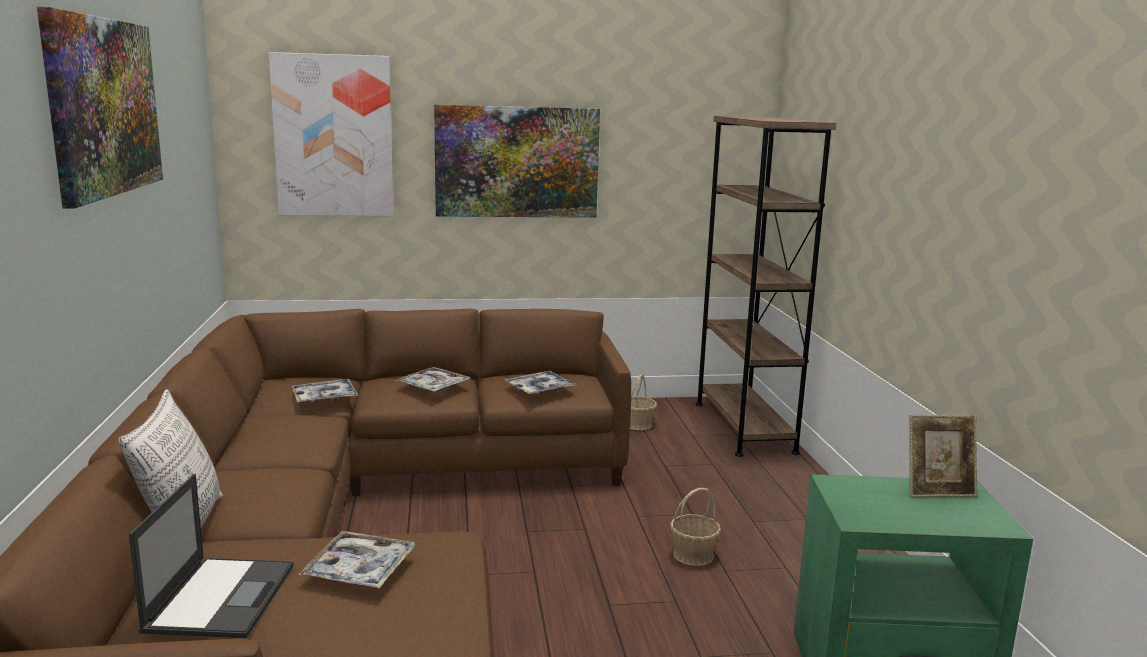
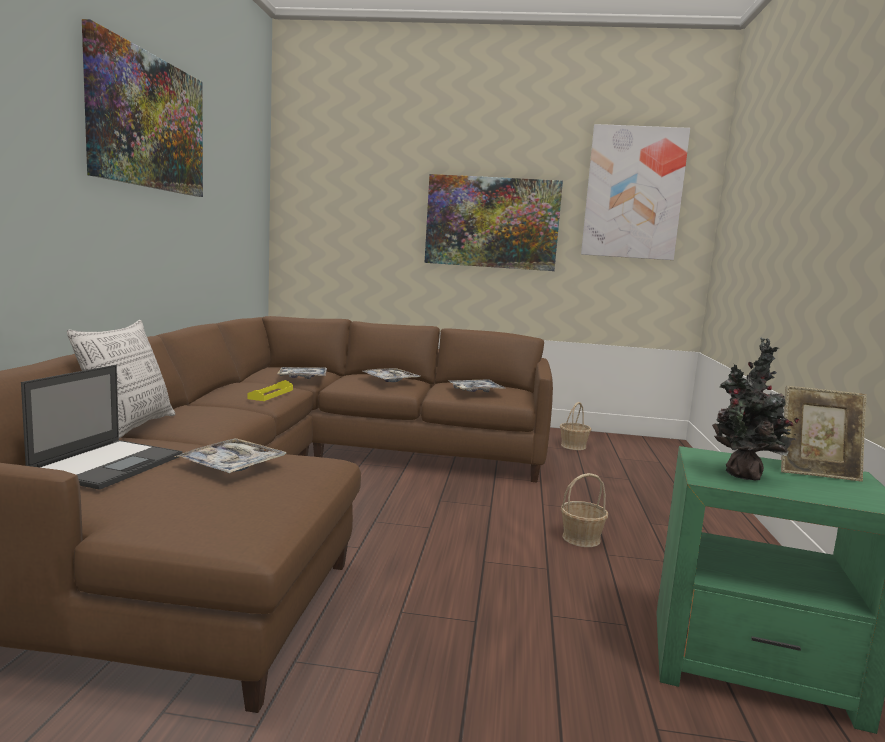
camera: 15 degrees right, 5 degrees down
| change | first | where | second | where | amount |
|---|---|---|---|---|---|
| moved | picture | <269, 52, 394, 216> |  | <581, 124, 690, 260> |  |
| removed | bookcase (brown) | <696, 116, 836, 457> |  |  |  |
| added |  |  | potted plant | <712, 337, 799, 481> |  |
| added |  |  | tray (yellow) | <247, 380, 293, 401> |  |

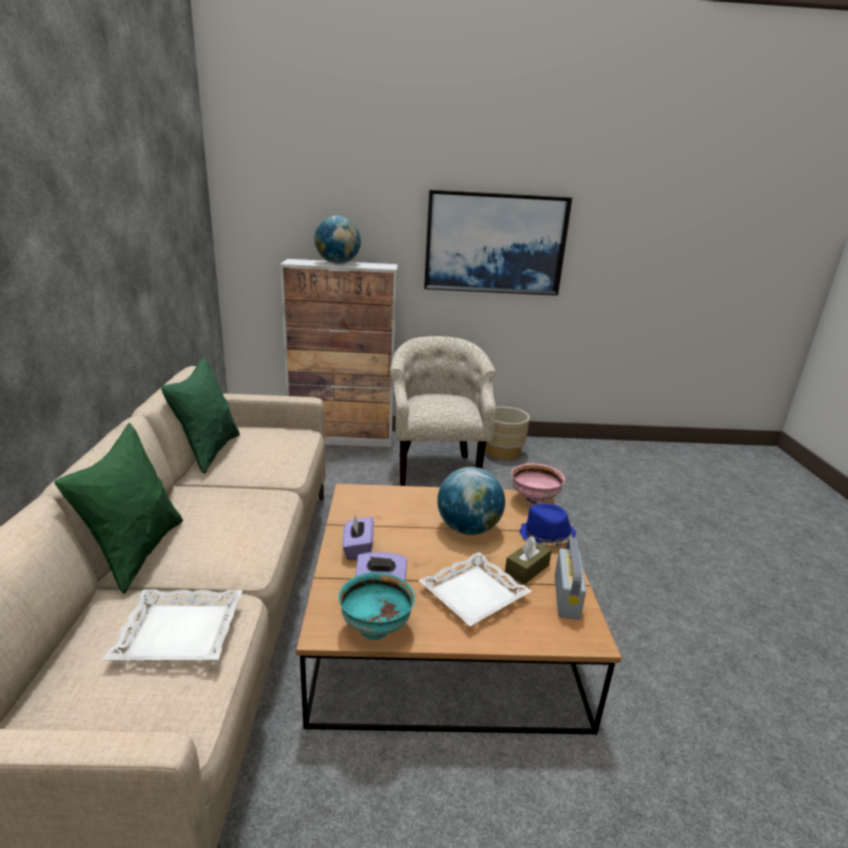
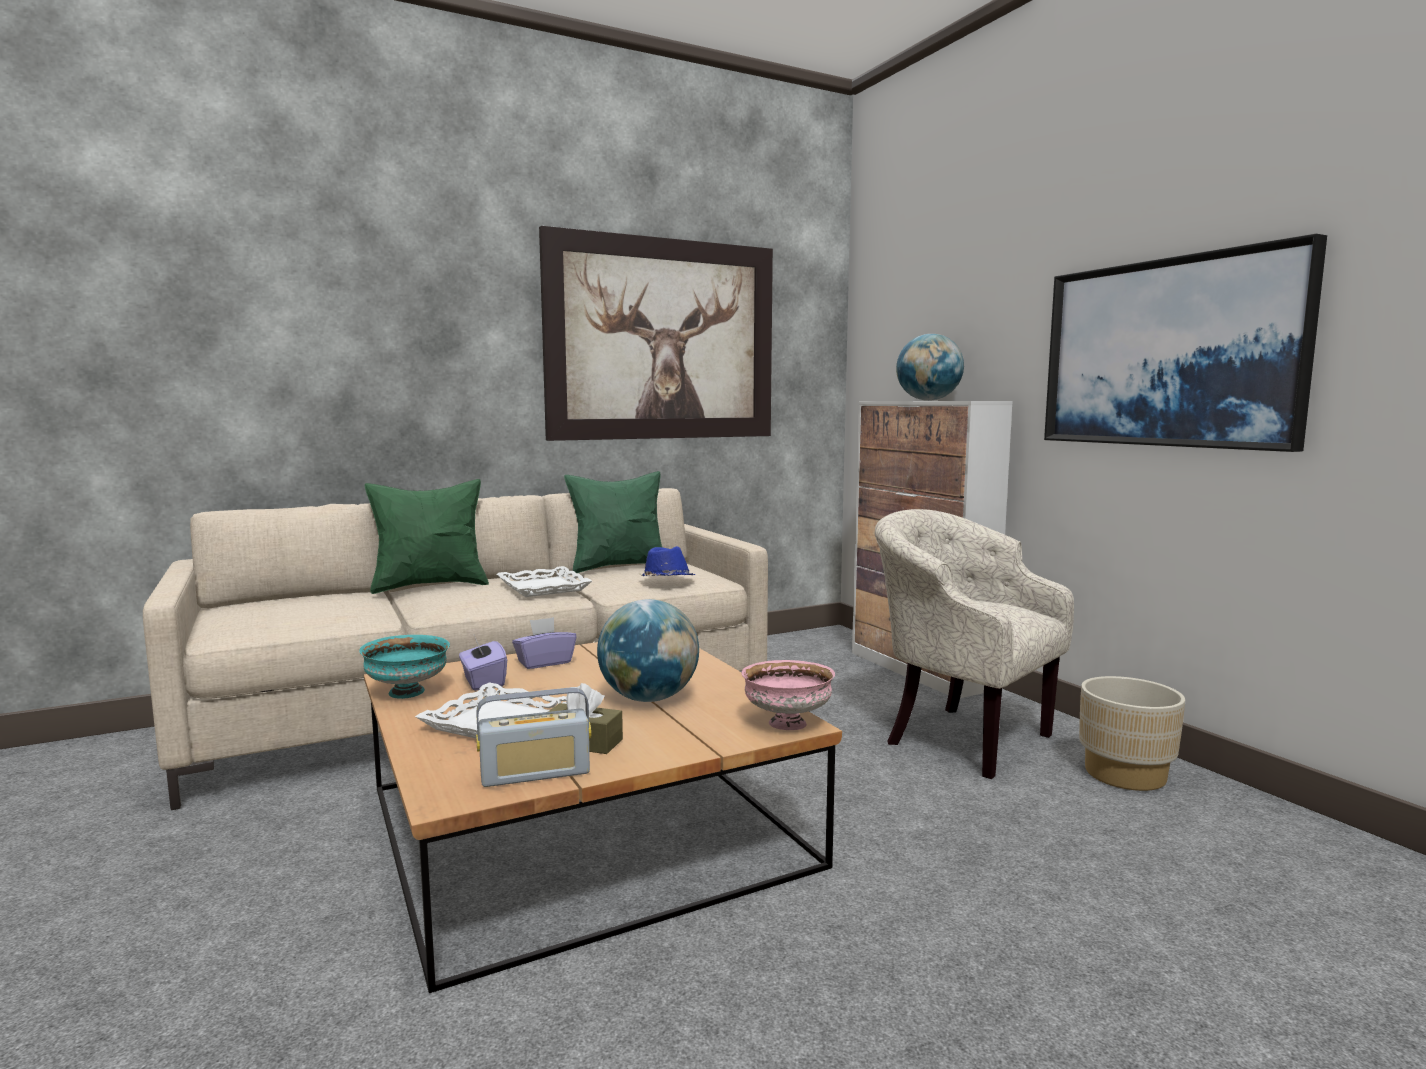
camera: 65 degrees right, 15 degrees down
| change | first | where | second | where | amount |
|---|---|---|---|---|---|
| turned | armchair (beige) | <390, 336, 497, 486> |  | <874, 509, 1074, 779> | 105 degrees counterclockwise |
| moved | hat (blue) | <519, 503, 576, 545> |  | <638, 546, 696, 576> |  |
| moved | tray (white) | <102, 590, 243, 662> |  | <497, 566, 592, 597> |  |
| added |  |  | picture | <539, 226, 773, 441> |  |

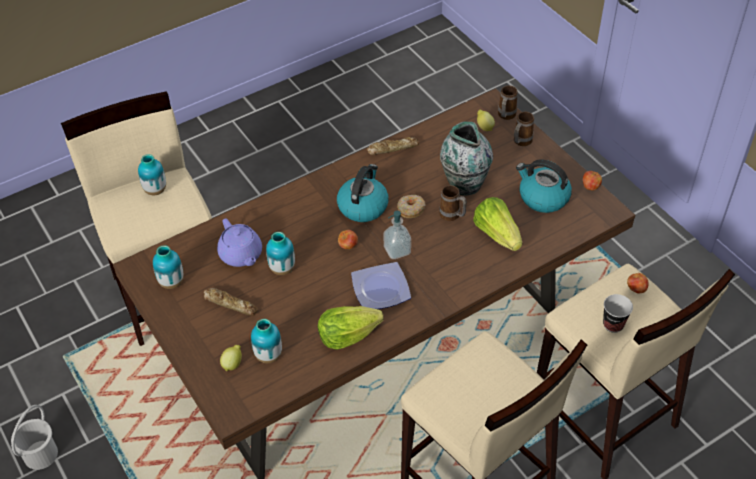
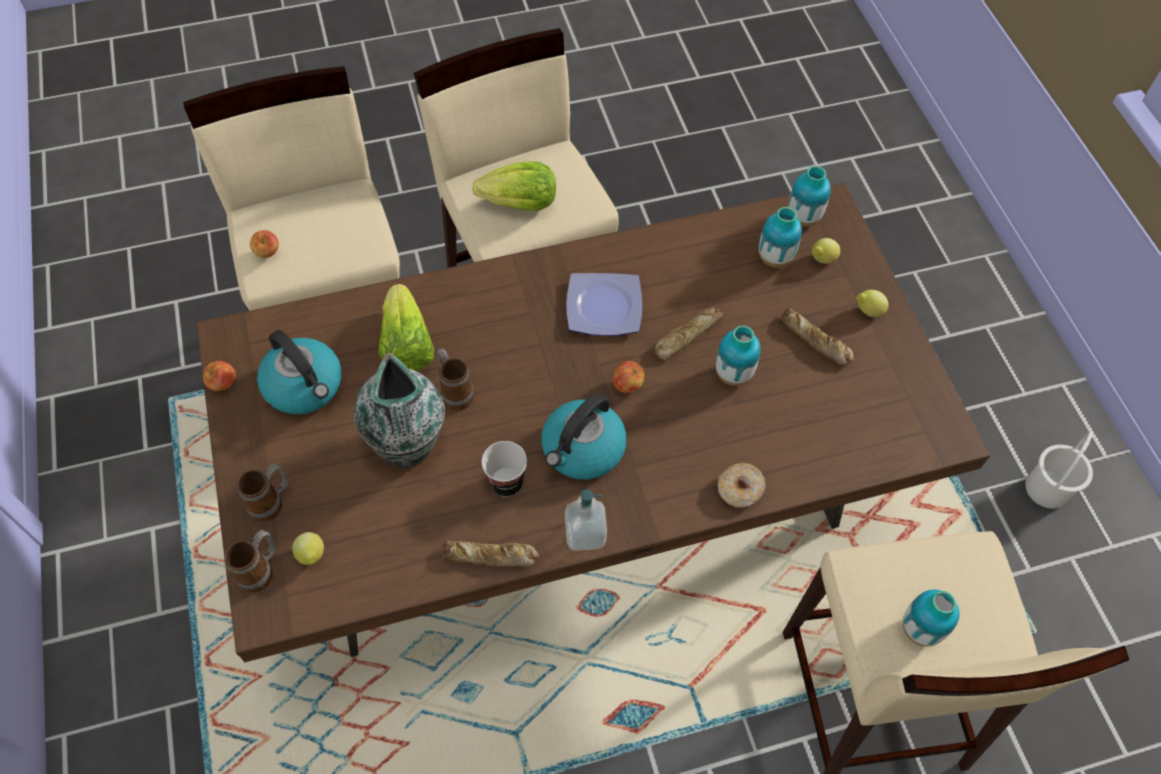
camera: 165 degrees left, 10 degrees up
| change | first | where | second | where | amount |
|---|---|---|---|---|---|
| moved | donut | <397, 195, 425, 218> |  | <718, 463, 766, 508> |  |
| moved | soap dispenser | <384, 211, 411, 259> |  | <565, 489, 607, 551> |  |
| removed | teapot (purple) | <217, 218, 262, 267> |  |  |  |
| moved | vase | <153, 245, 184, 289> |  | <788, 166, 831, 227> |  |
| moved | cup | <603, 294, 633, 333> |  | <482, 441, 527, 497> |  |
| moved | lettuce | <318, 306, 384, 350> |  | <472, 161, 556, 211> |  |
| added |  |  | lemon | <856, 290, 889, 317> |  |
| added |  |  | bread | <655, 307, 724, 360> |  |

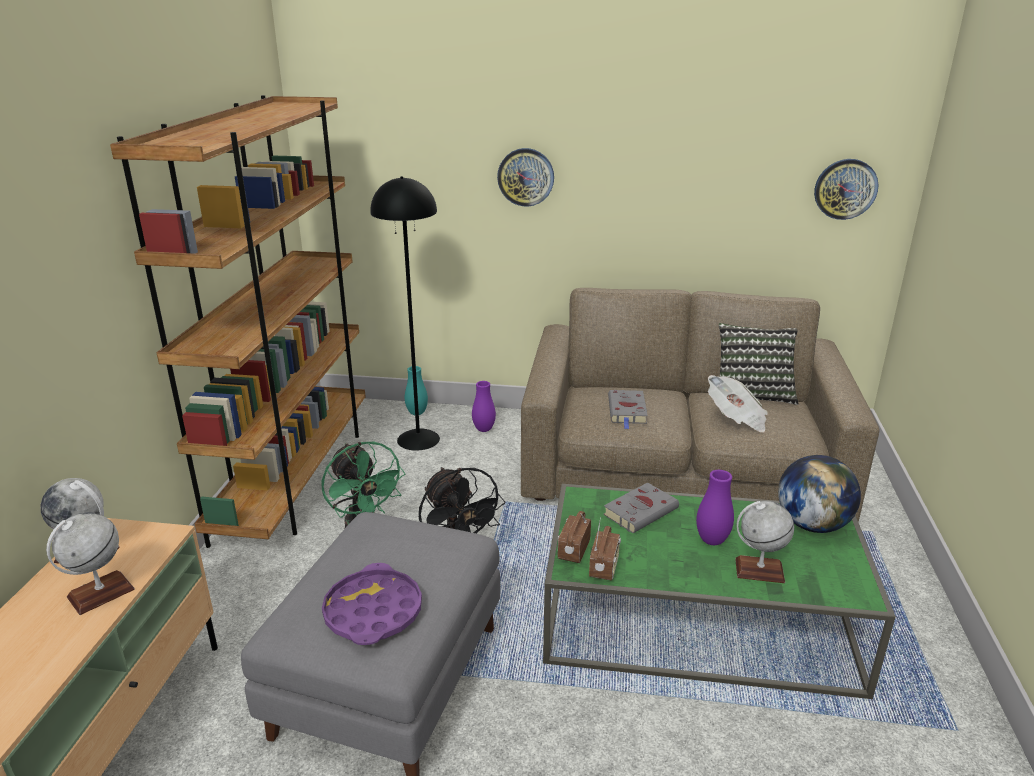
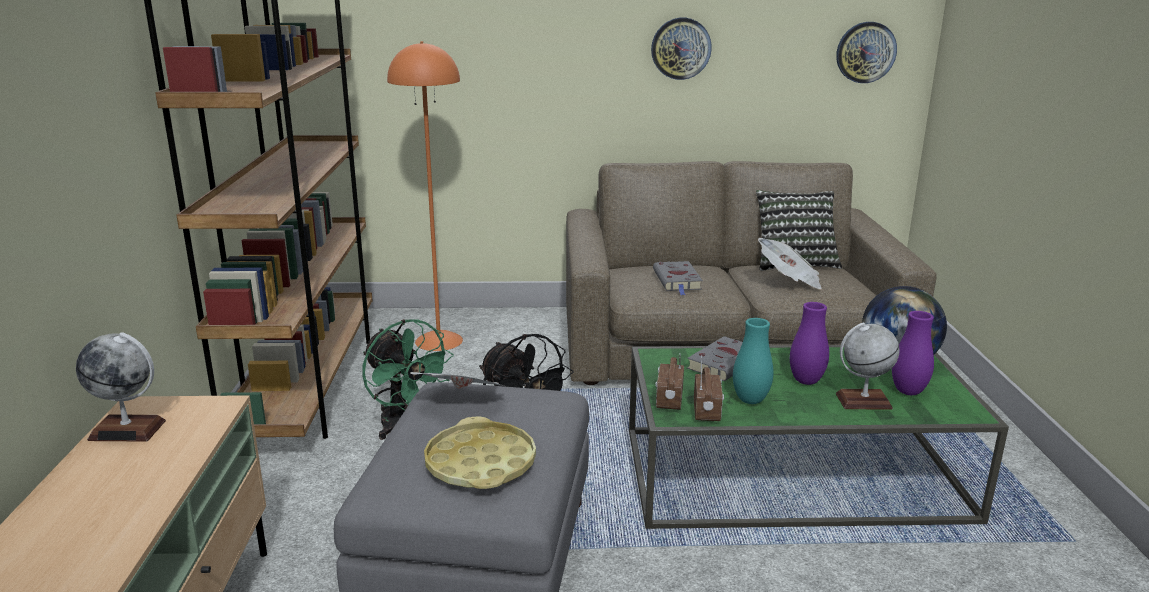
camera: 10 degrees left, 5 degrees down
| change | first | where | second | where | amount |
|---|---|---|---|---|---|
| moved | wall clock | <497, 148, 554, 206> |  | <651, 18, 712, 80> |  |
| recoloured | floor lamp (black) | <370, 176, 440, 451> | floor lamp (orange) | <387, 41, 463, 351> |  |
| moved | vase (turquoise) | <405, 366, 428, 415> |  | <733, 318, 773, 404> |  |
| moved | vase (purple) | <472, 381, 496, 432> |  | <892, 311, 934, 395> |  |
| removed | globe | <46, 512, 135, 615> |  |  |  |
| recoloured | tray (purple) | <322, 563, 422, 645> | tray (yellow) | <424, 416, 536, 489> |  |
| added |  |  | newspaper | <410, 372, 504, 389> |  |

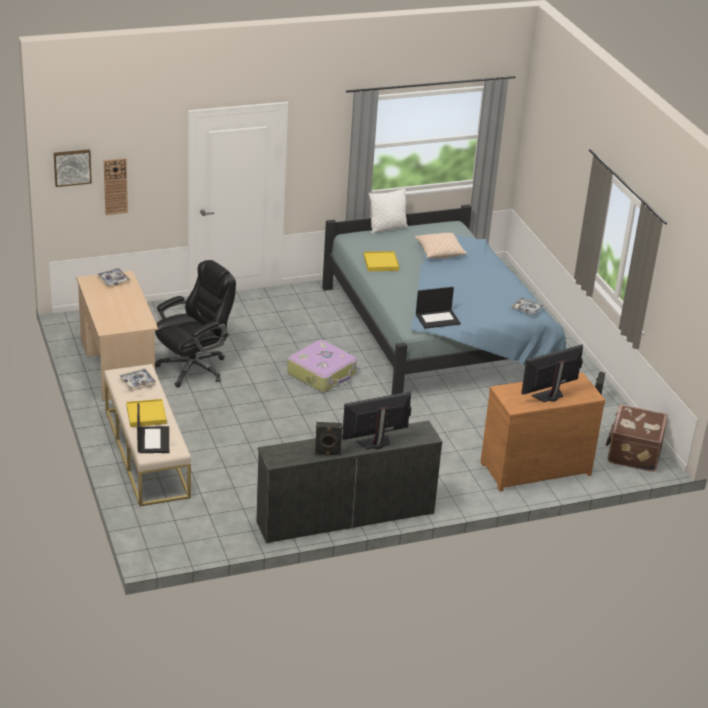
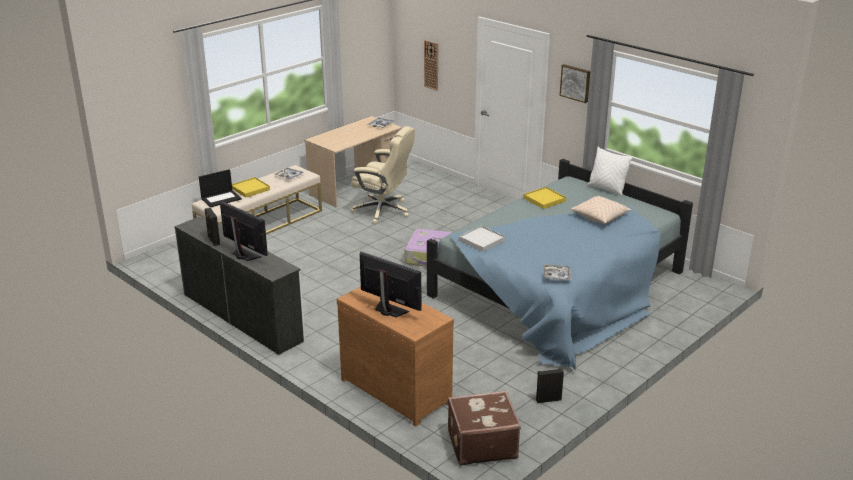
camera: 65 degrees right, 5 degrees down
| change | first | where | second | where | amount |
|---|---|---|---|---|---|
| moved | picture | <54, 149, 92, 187> |  | <560, 64, 590, 103> |  |
| recoloured | office chair (black) | <155, 260, 236, 388> | office chair (beige) | <351, 126, 415, 224> |  |
| replaced | laptop | <416, 287, 461, 329> | tray (white) | <459, 226, 506, 252> |  |

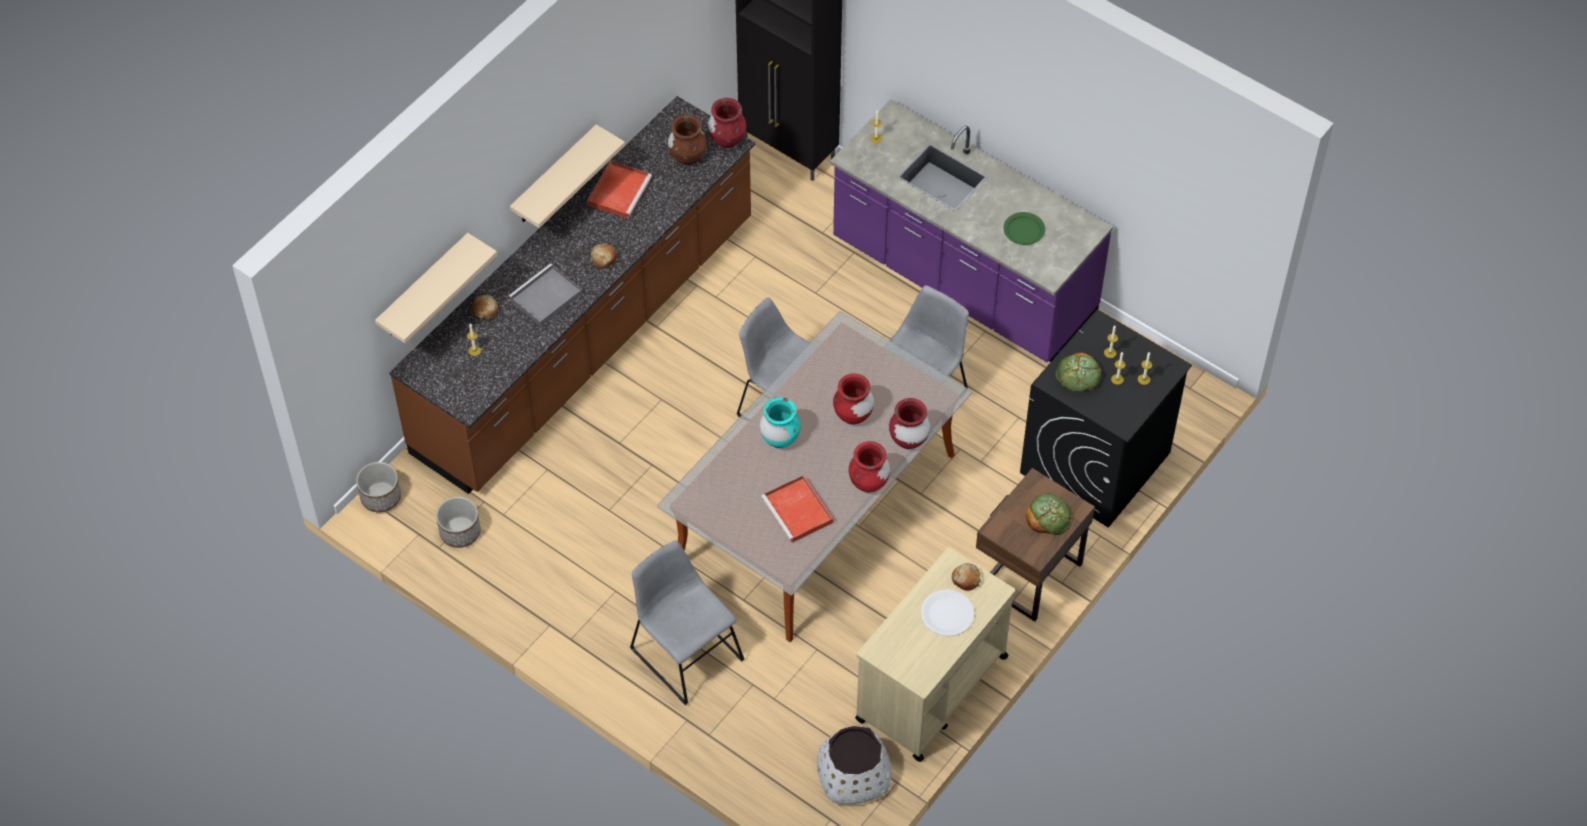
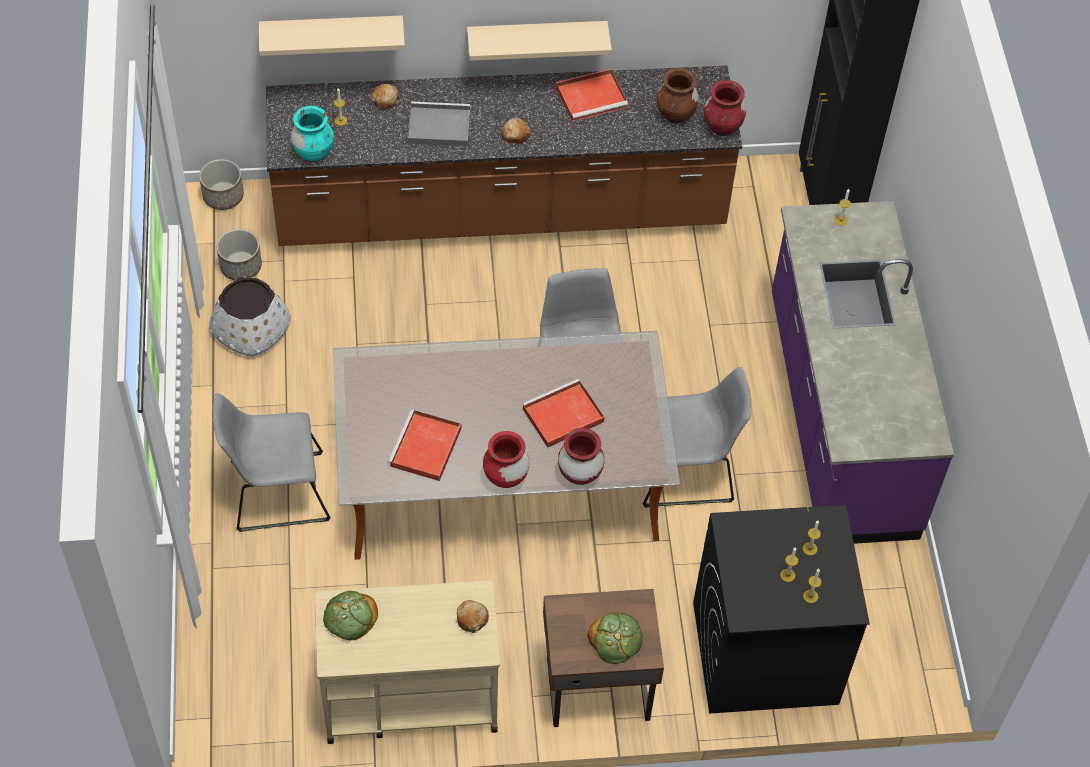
camera: 45 degrees right, 0 degrees up
| change | first | where | second | where | amount |
|---|---|---|---|---|---|
| removed | plate (green) | <1004, 212, 1045, 245> |  |  |  |
| moved | bread | <1055, 352, 1102, 392> |  | <323, 591, 378, 640> |  |
| replaced | vase (red) | <833, 373, 874, 424> | tray (red) | <522, 379, 605, 447> |  |
| moved | vase (turquoise) | <759, 397, 801, 448> |  | <291, 106, 334, 162> |  |
| turned | chair (grey) | <630, 540, 745, 705> |  | <213, 393, 331, 532> | 105 degrees counterclockwise |
| removed | plate (white) | <921, 589, 974, 636> |  |  |  |
| moved | planter (white) | <817, 726, 892, 805> |  | <209, 277, 291, 357> |  |

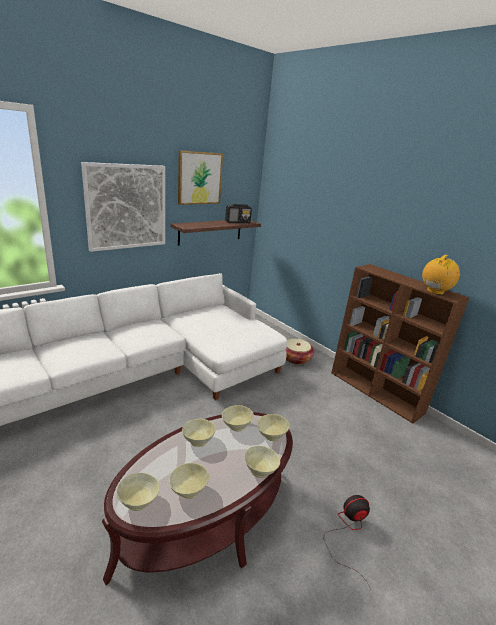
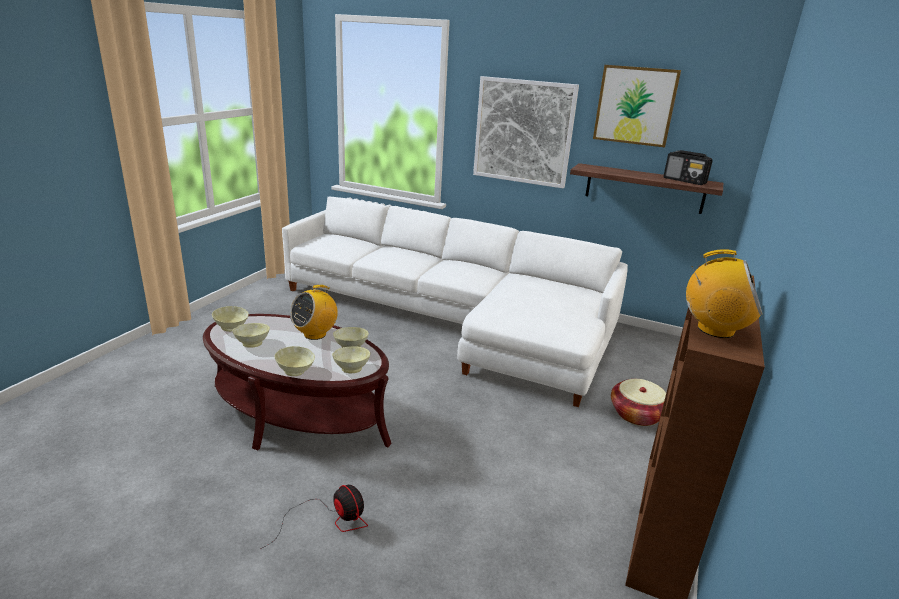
camera: 65 degrees right, 0 degrees up
| change | first | where | second | where | amount |
|---|---|---|---|---|---|
| replaced | bowl (beige) | <182, 419, 216, 447> | radio | <290, 285, 338, 340> |  |

